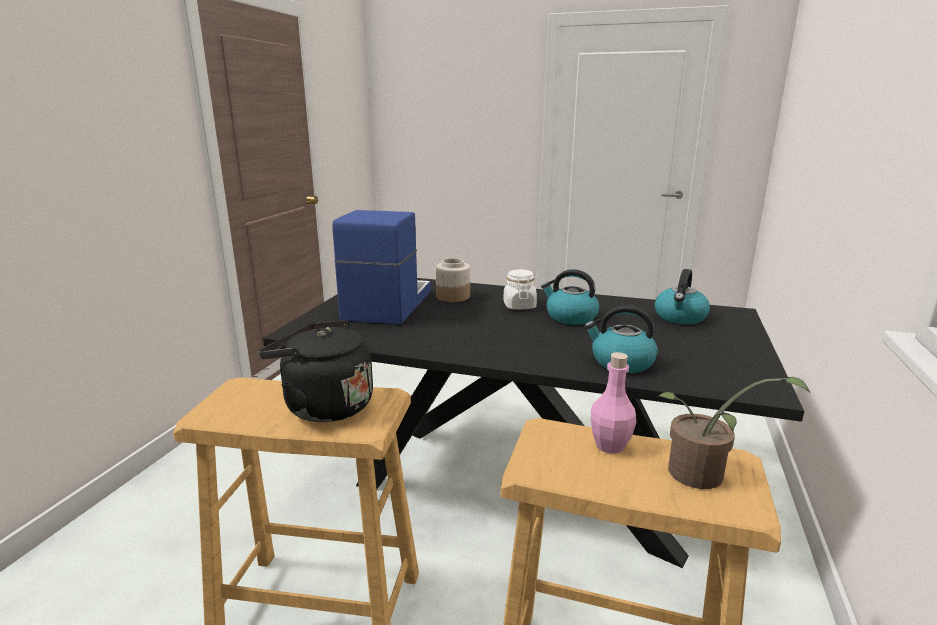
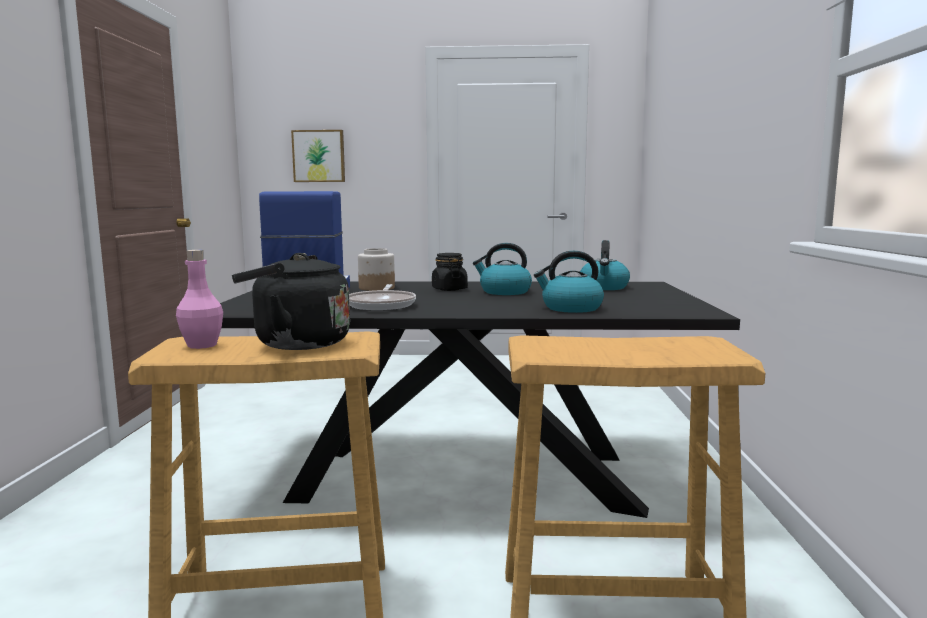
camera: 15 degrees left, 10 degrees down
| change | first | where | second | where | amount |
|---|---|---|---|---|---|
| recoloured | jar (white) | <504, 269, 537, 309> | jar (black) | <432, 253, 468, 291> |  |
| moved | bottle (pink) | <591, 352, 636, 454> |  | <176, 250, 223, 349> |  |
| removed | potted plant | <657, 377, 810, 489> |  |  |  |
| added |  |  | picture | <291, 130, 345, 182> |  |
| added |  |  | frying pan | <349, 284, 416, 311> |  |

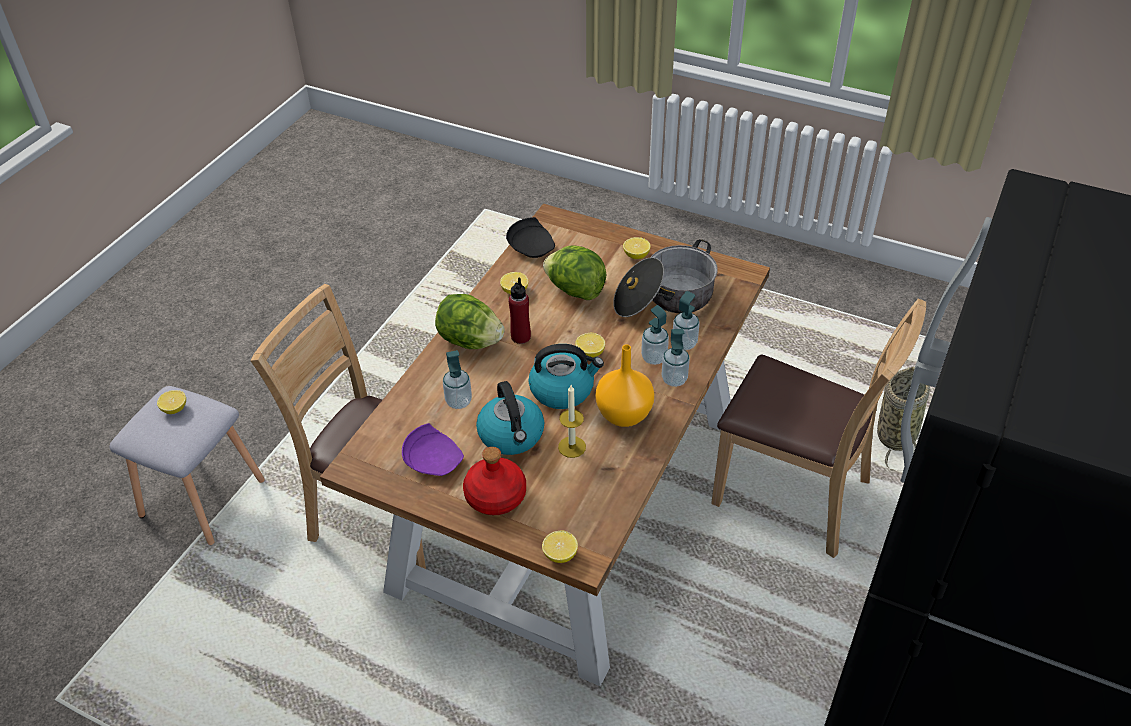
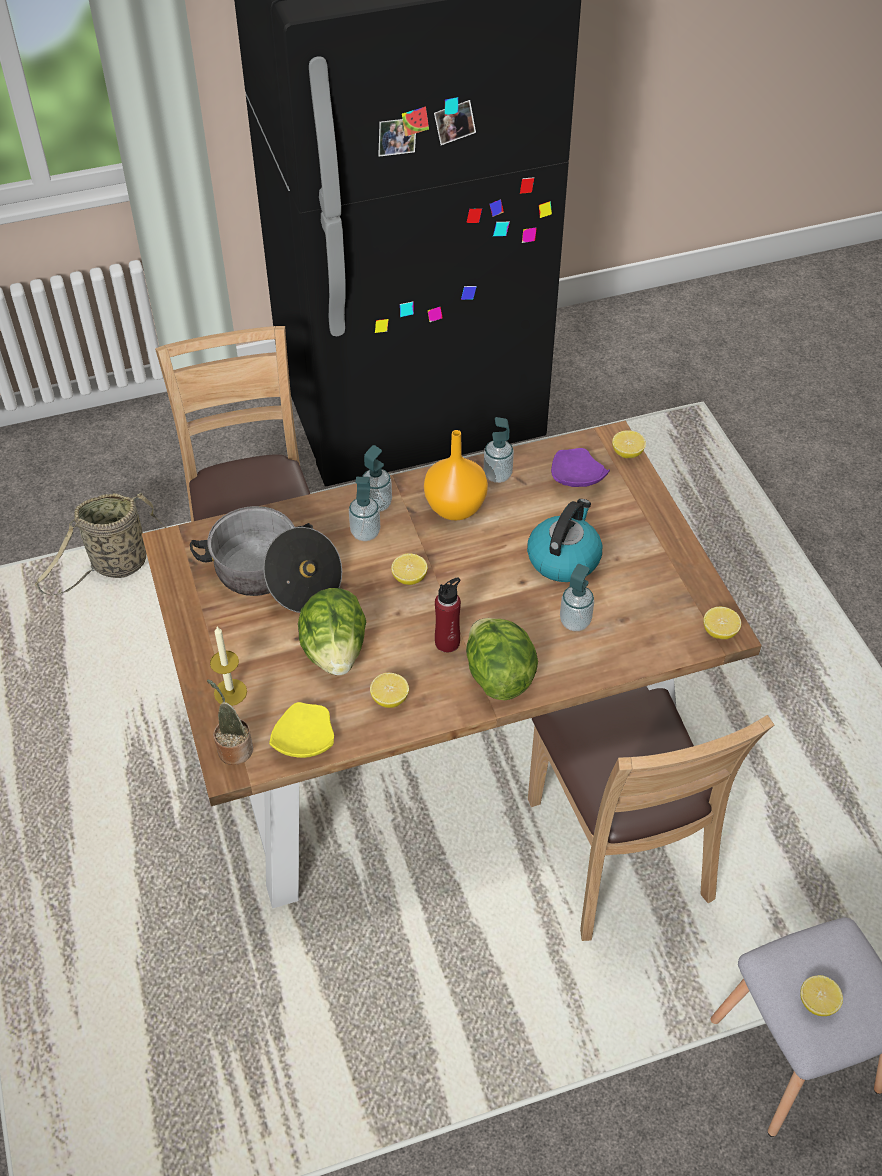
camera: 135 degrees left, 5 degrees up
| change | first | where | second | where | amount |
|---|---|---|---|---|---|
| recoloured | plate (black) | <506, 217, 555, 258> | plate (yellow) | <269, 702, 334, 758> |  |
| moved | lemon | <623, 237, 651, 259> |  | <703, 607, 741, 639> |  |
| moved | soap dispenser | <673, 291, 699, 350> |  | <483, 417, 514, 483> |  |
| removed | kettle | <529, 344, 604, 409> |  |  |  |
| moved | candle | <558, 385, 586, 458> |  | <210, 626, 247, 706> |  |
| moved | plate (purple) | <402, 423, 464, 476> |  | <551, 448, 610, 487> |  |
| removed | bottle (red) | <463, 447, 526, 515> |  |  |  |
| added |  |  | potted plant | <207, 679, 253, 765> |  |

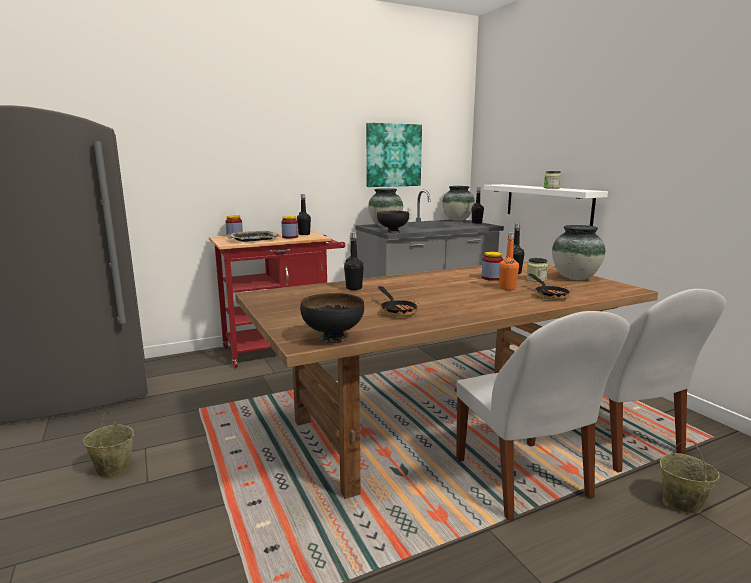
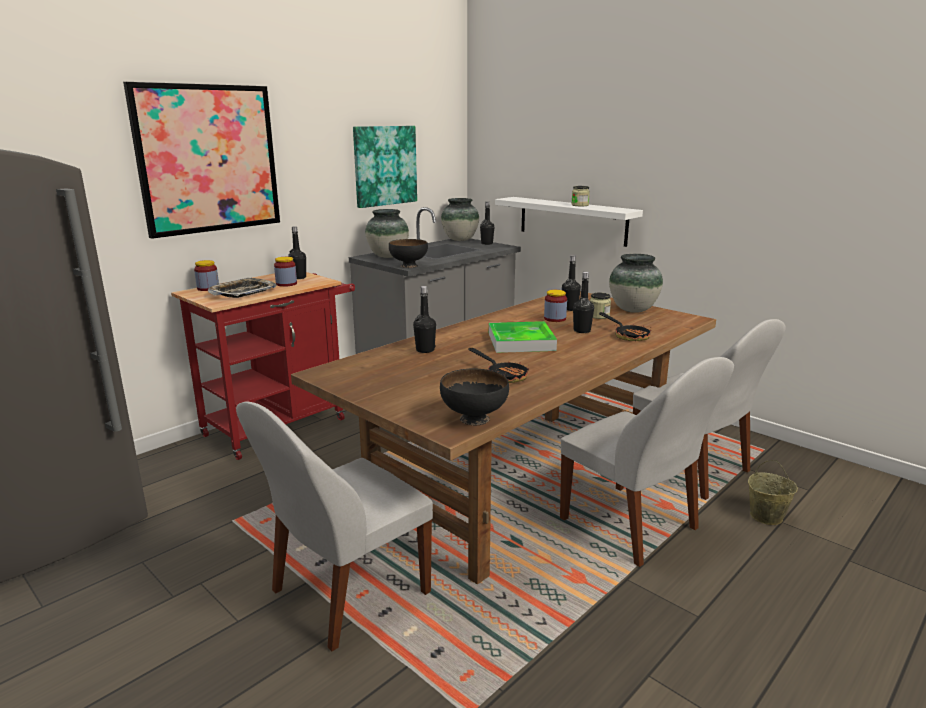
camera: 20 degrees left, 5 degrees up
| change | first | where | second | where | amount |
|---|---|---|---|---|---|
| recoloured | bottle (orange) | <499, 232, 519, 290> | bottle (black) | <573, 272, 594, 333> |  |
| removed | bucket (beige) | <83, 412, 134, 478> |  |  |  |
| added |  |  | picture | <123, 82, 280, 239> |  |
| added |  |  | tray | <489, 321, 557, 353> |  |
| added |  |  | chair (white) | <236, 402, 433, 651> |  |

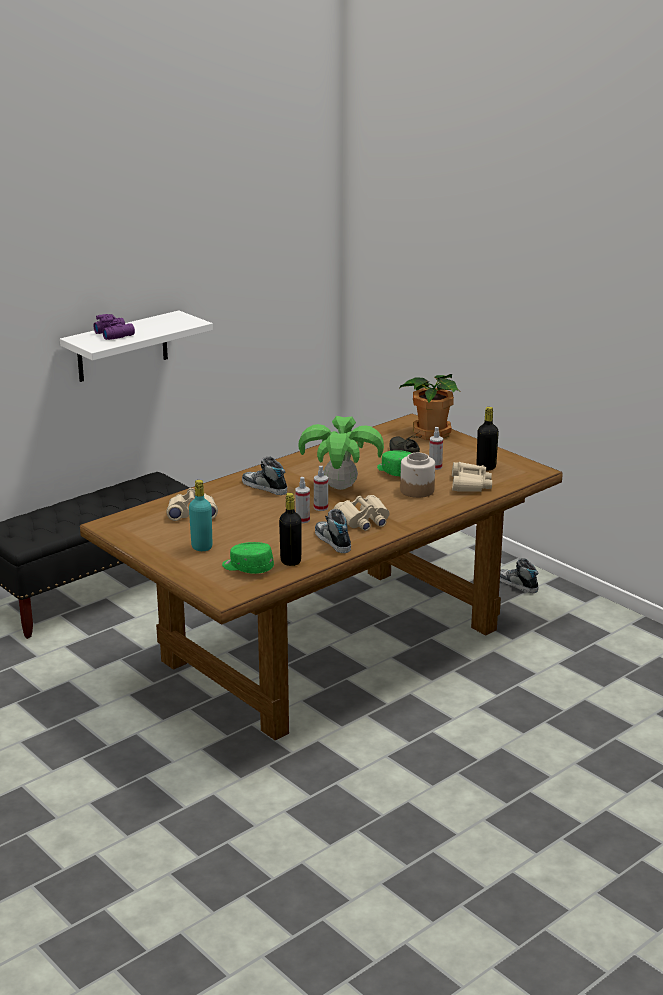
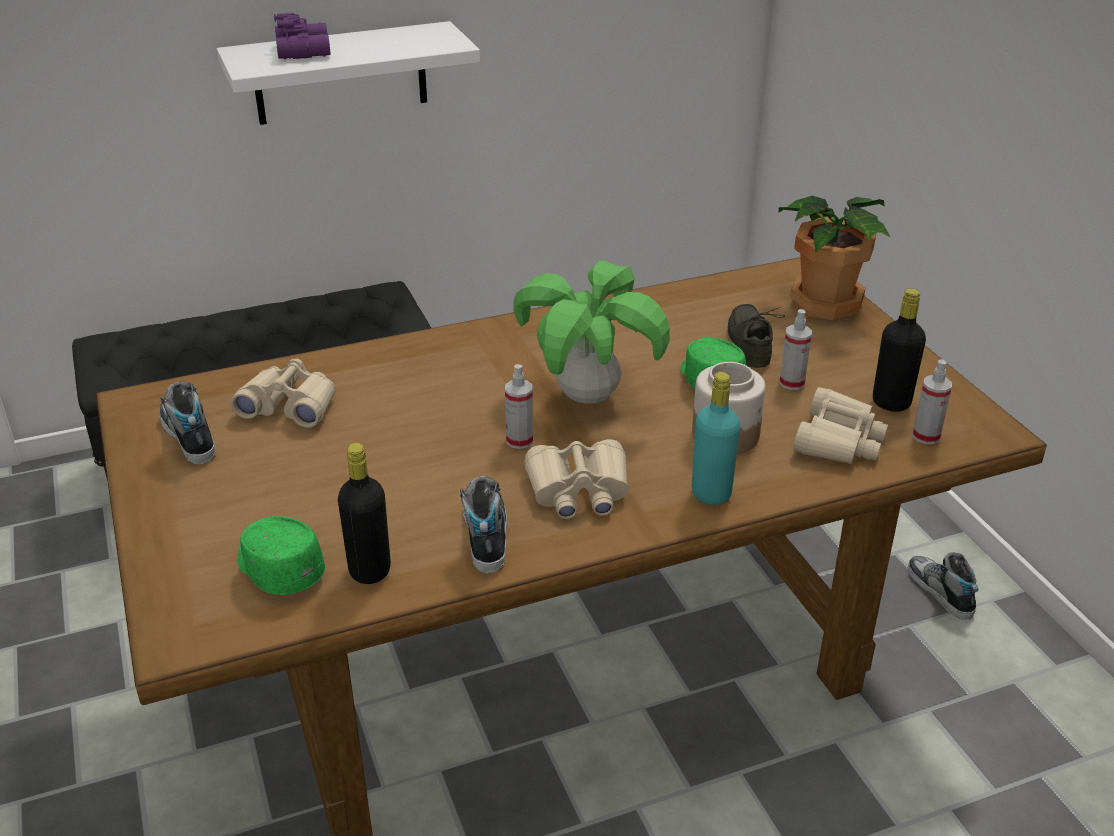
camera: 20 degrees right, 10 degrees up
| change | first | where | second | where | amount |
|---|---|---|---|---|---|
| moved | shoe | <242, 457, 287, 495> |  | <160, 381, 215, 465> |  |
| moved | spray bottle | <295, 477, 310, 523> |  | <913, 360, 952, 444> |  |
| moved | bottle (turquoise) | <189, 480, 212, 551> |  | <692, 372, 740, 505> |  |

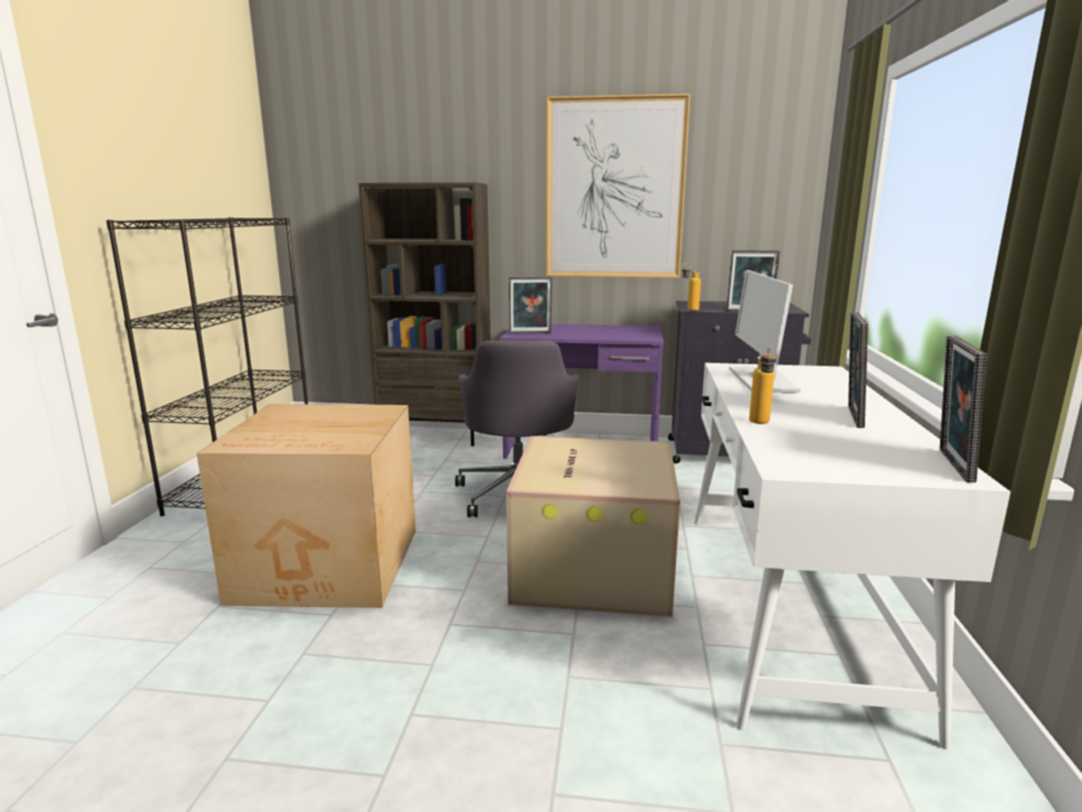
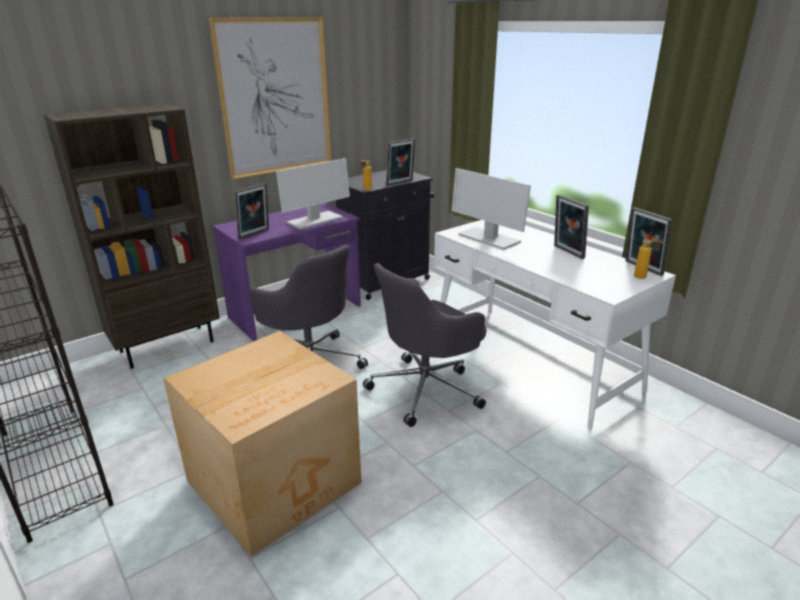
camera: 45 degrees left, 10 degrees up
| change | first | where | second | where | amount |
|---|---|---|---|---|---|
| moved | bottle | <749, 347, 777, 424> |  | <634, 235, 663, 279> |  |
| replaced | cardboard box | <506, 436, 680, 617> | office chair (grey) | <363, 263, 486, 427> |  |
| added |  |  | monitor | <276, 158, 350, 229> |  |

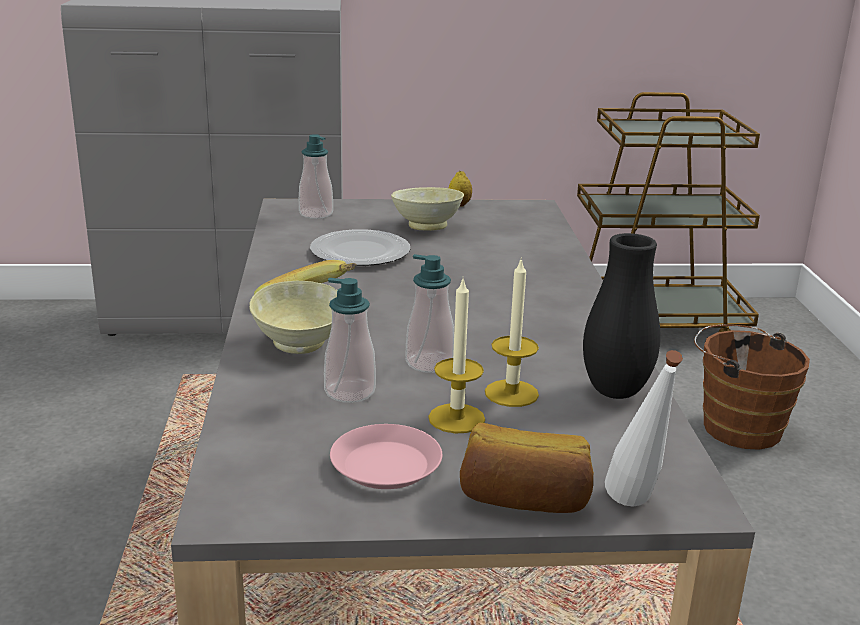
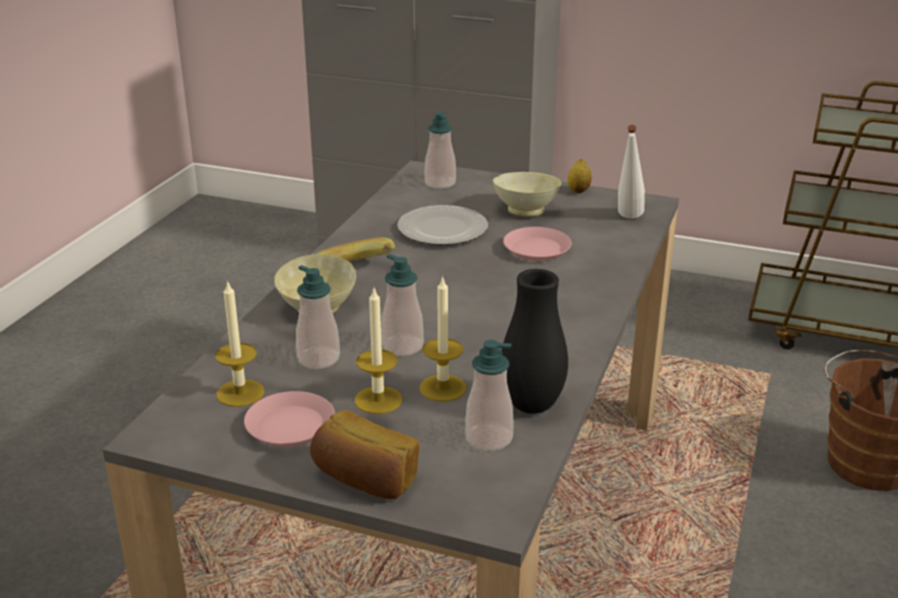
camera: 25 degrees right, 5 degrees up
| change | first | where | second | where | amount |
|---|---|---|---|---|---|
| moved | bottle (white) | <605, 350, 683, 507> |  | <618, 125, 645, 219> |  |
| added |  |  | plate (pink) | <503, 227, 572, 261> |  |
| added |  |  | candle | <215, 280, 264, 407> |  |
| added |  |  | soap dispenser | <465, 340, 514, 451> |  |

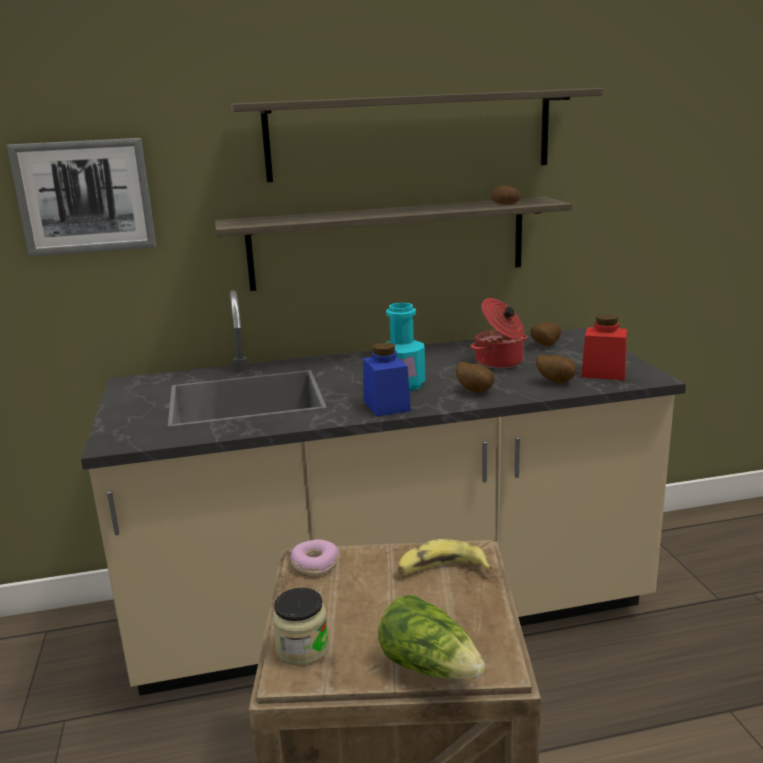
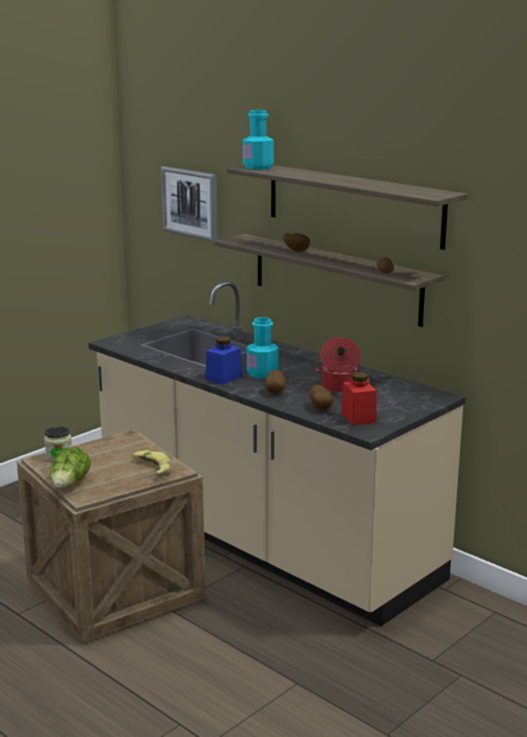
camera: 55 degrees right, 0 degrees up
| change | first | where | second | where | amount |
|---|---|---|---|---|---|
| moved | potato | <530, 322, 561, 346> |  | <283, 233, 310, 252> |  |
| removed | donut | <290, 539, 339, 576> |  |  |  |
| added |  |  | bottle (turquoise) | <243, 110, 274, 170> |  |

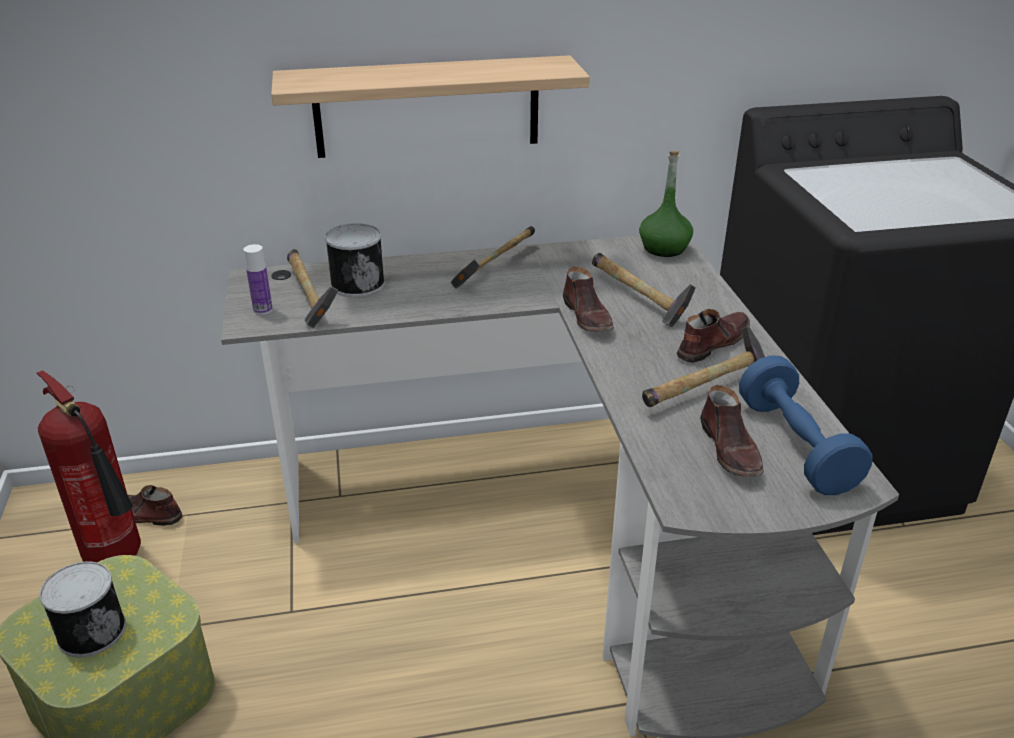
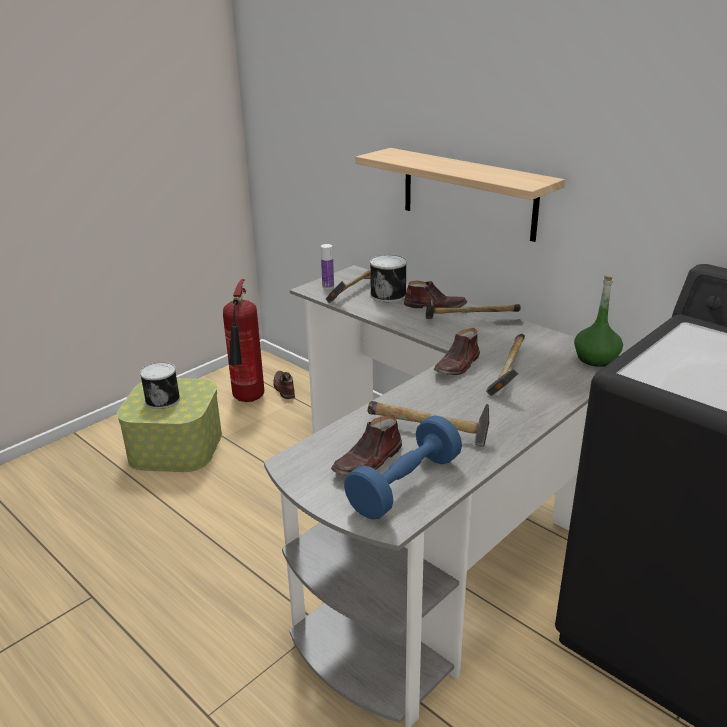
camera: 55 degrees right, 5 degrees down
| change | first | where | second | where | amount |
|---|---|---|---|---|---|
| moved | shoe (brown) | <677, 309, 750, 363> |  | <404, 281, 467, 309> |  |

